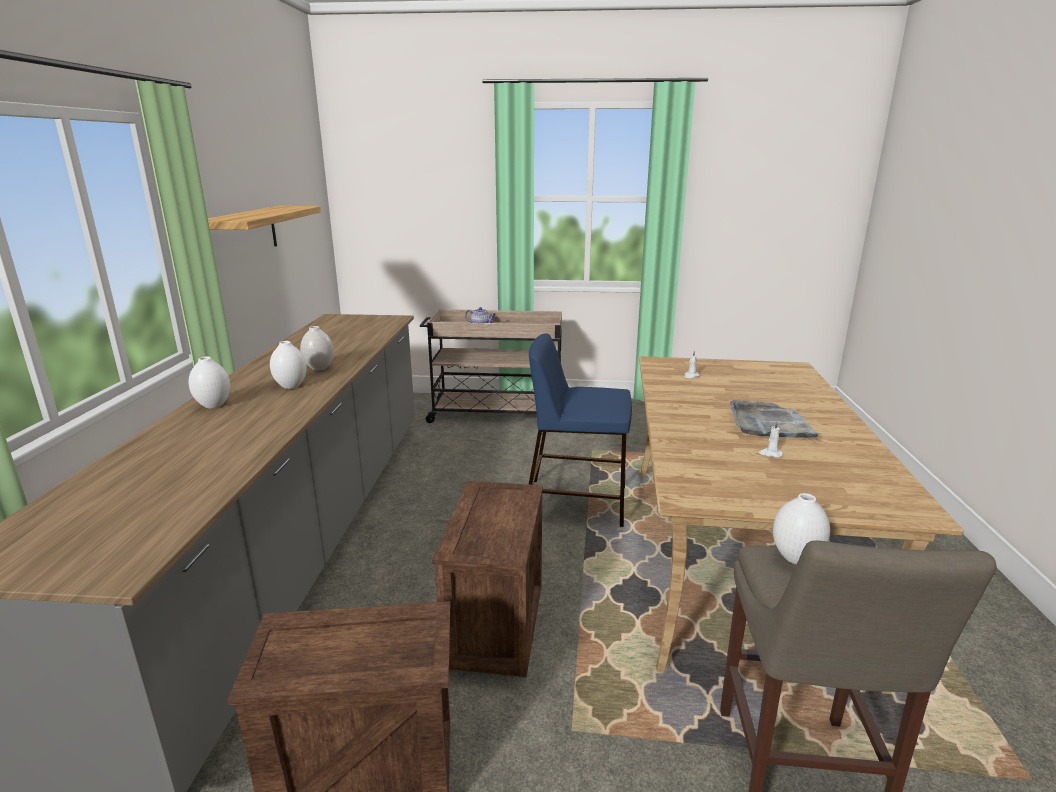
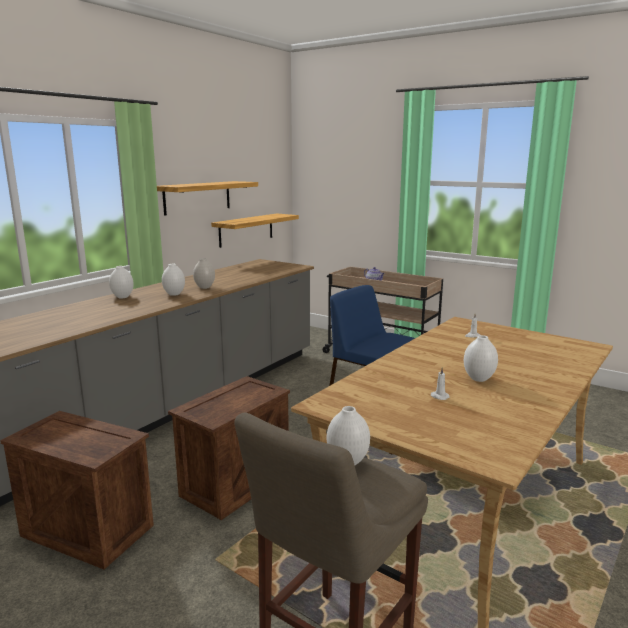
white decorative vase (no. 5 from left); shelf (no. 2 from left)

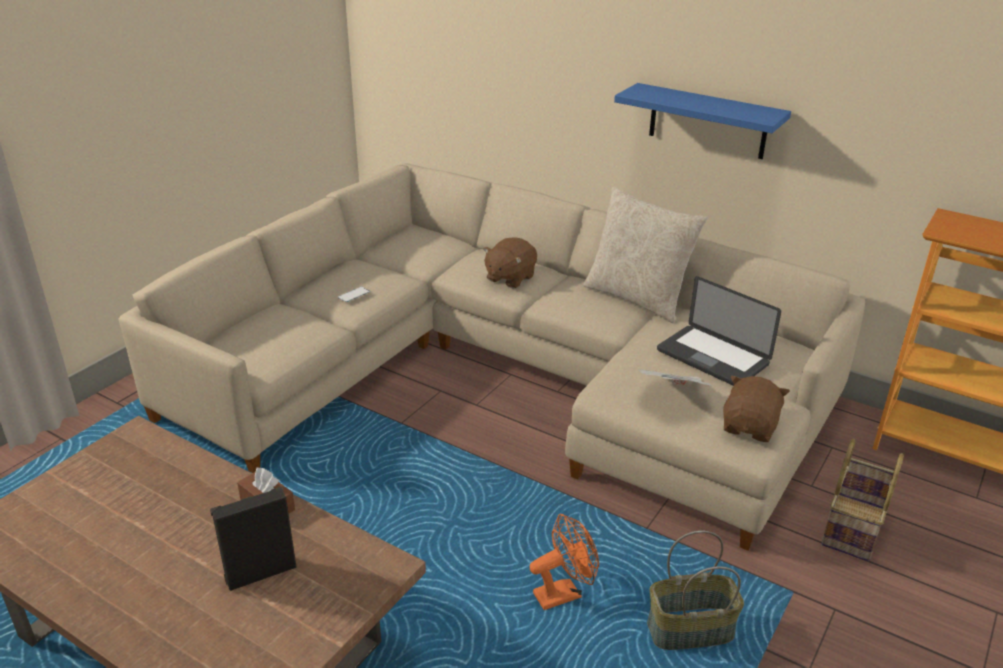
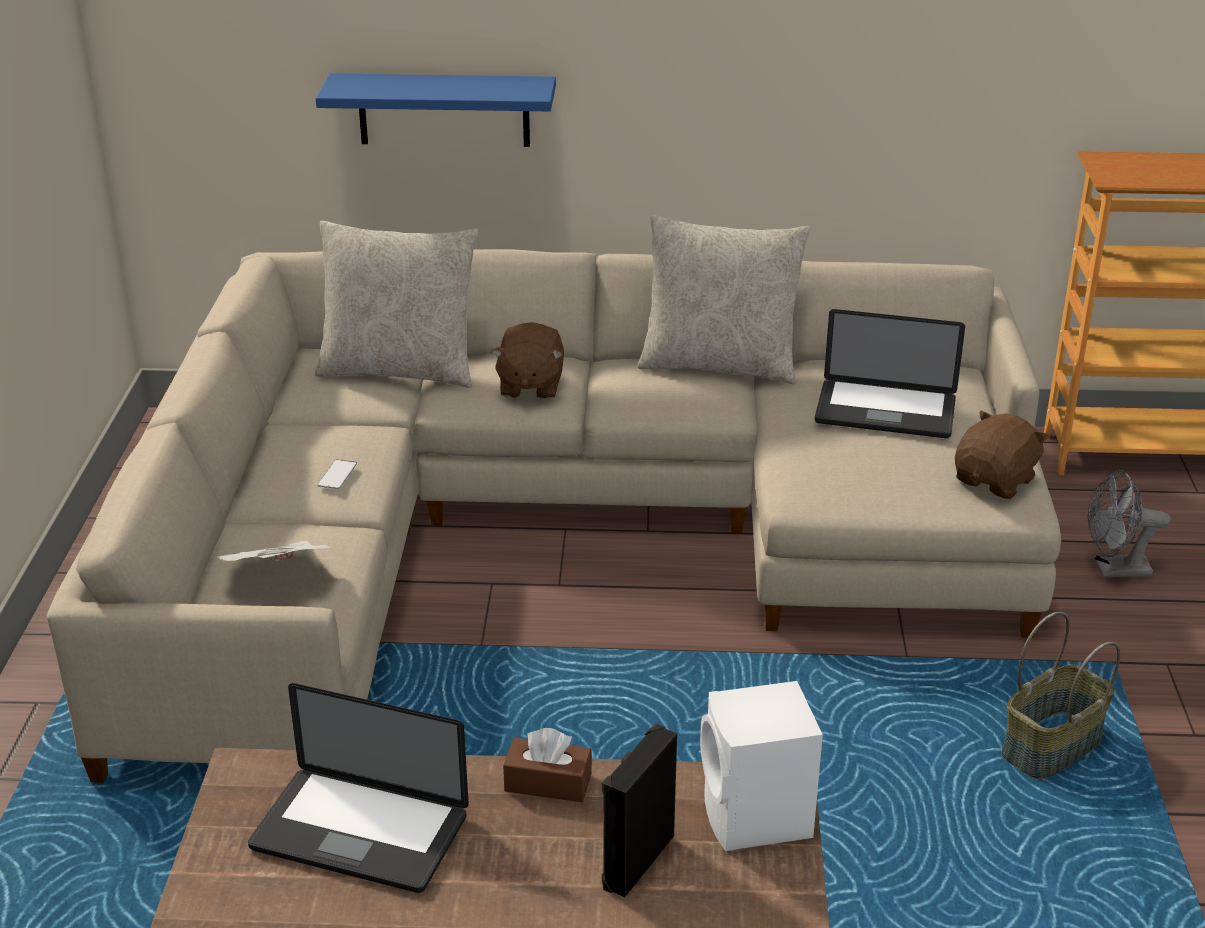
orange-coloured cooling fan; blue shelf; printed paper; brown-coloured plush toy (no. 2 from left); grey cooling fan; laptop (no. 1 from left); sand-coloured cushion (no. 1 from left); white audio speaker

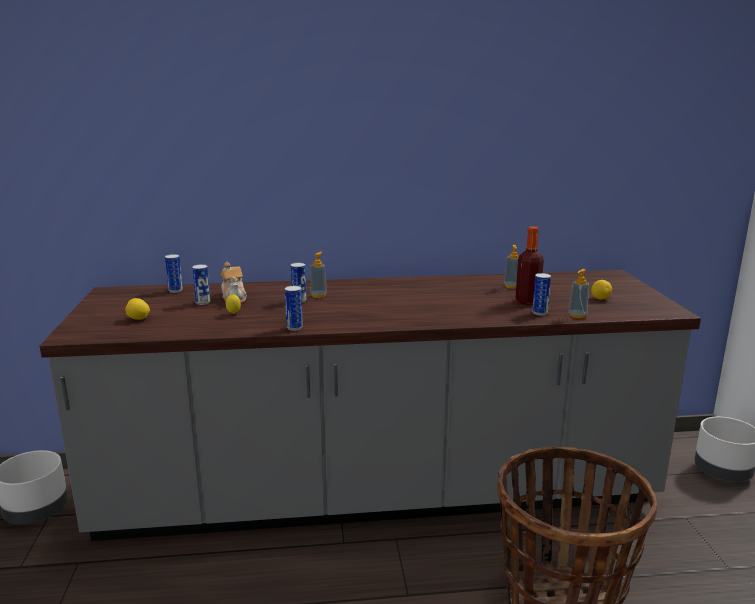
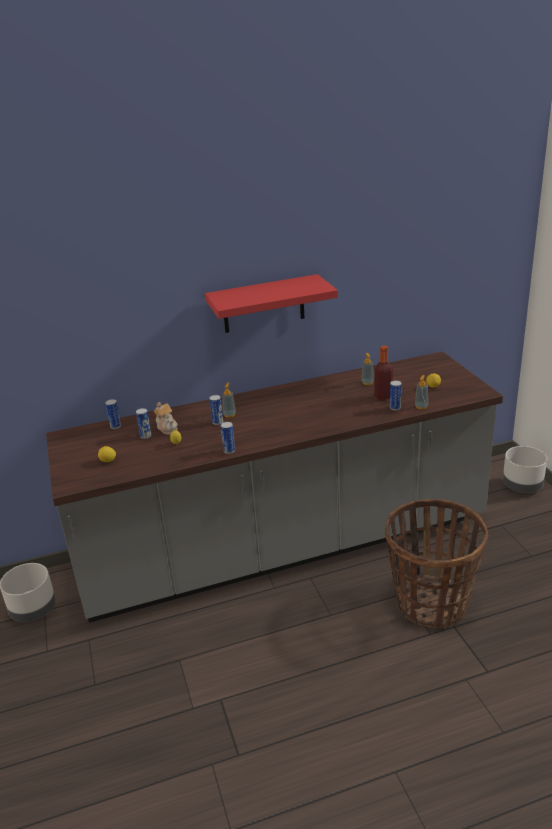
red-coloured shelf

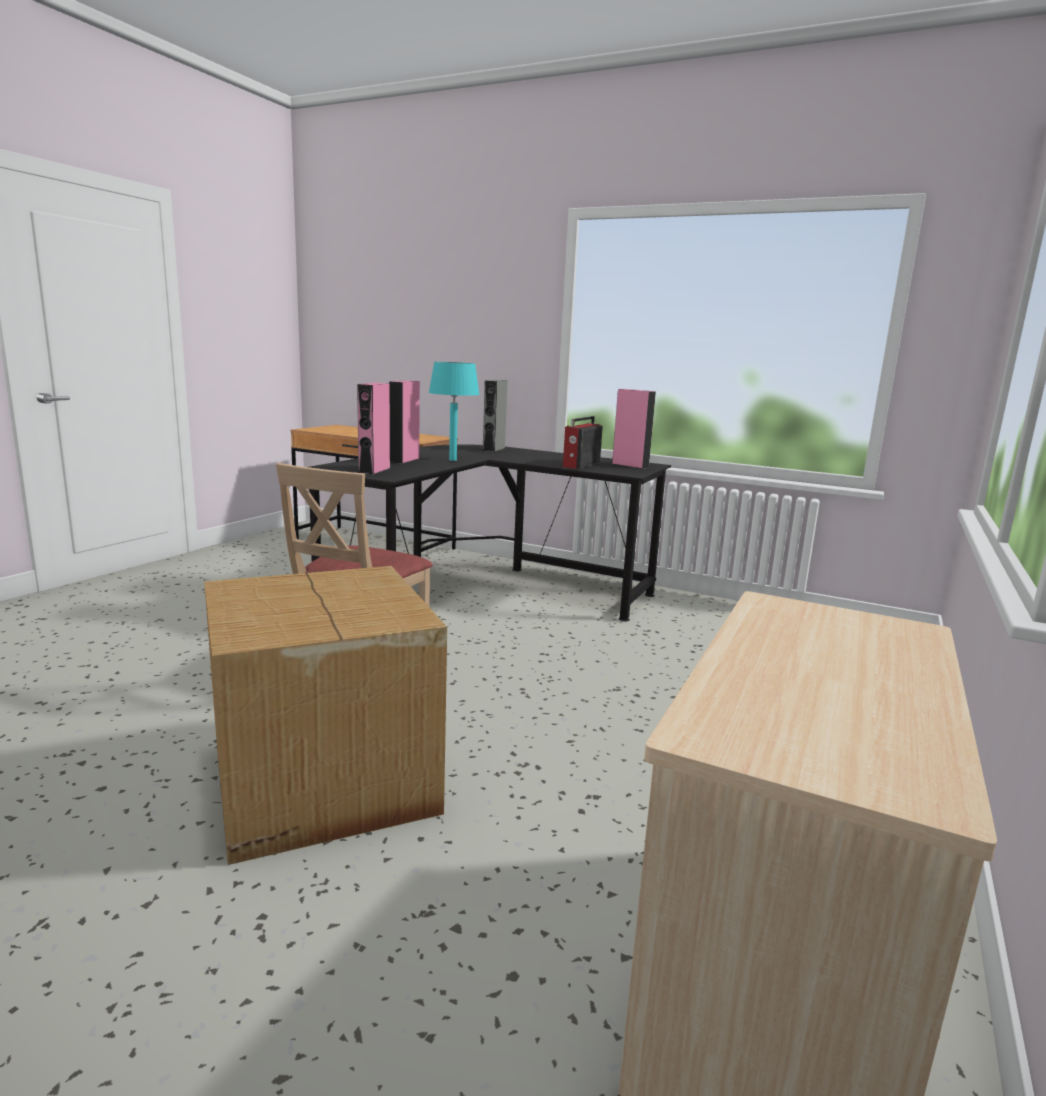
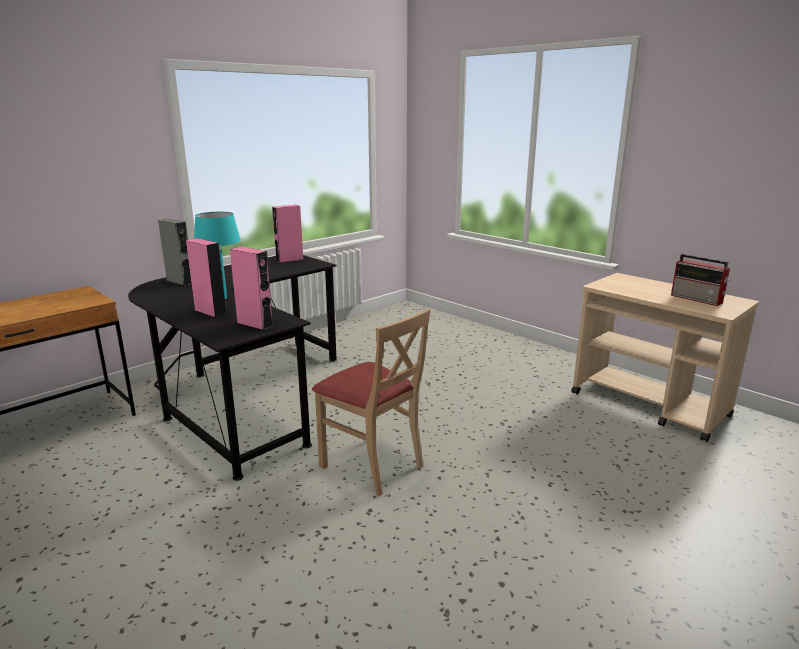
cardboard box; radio receiver

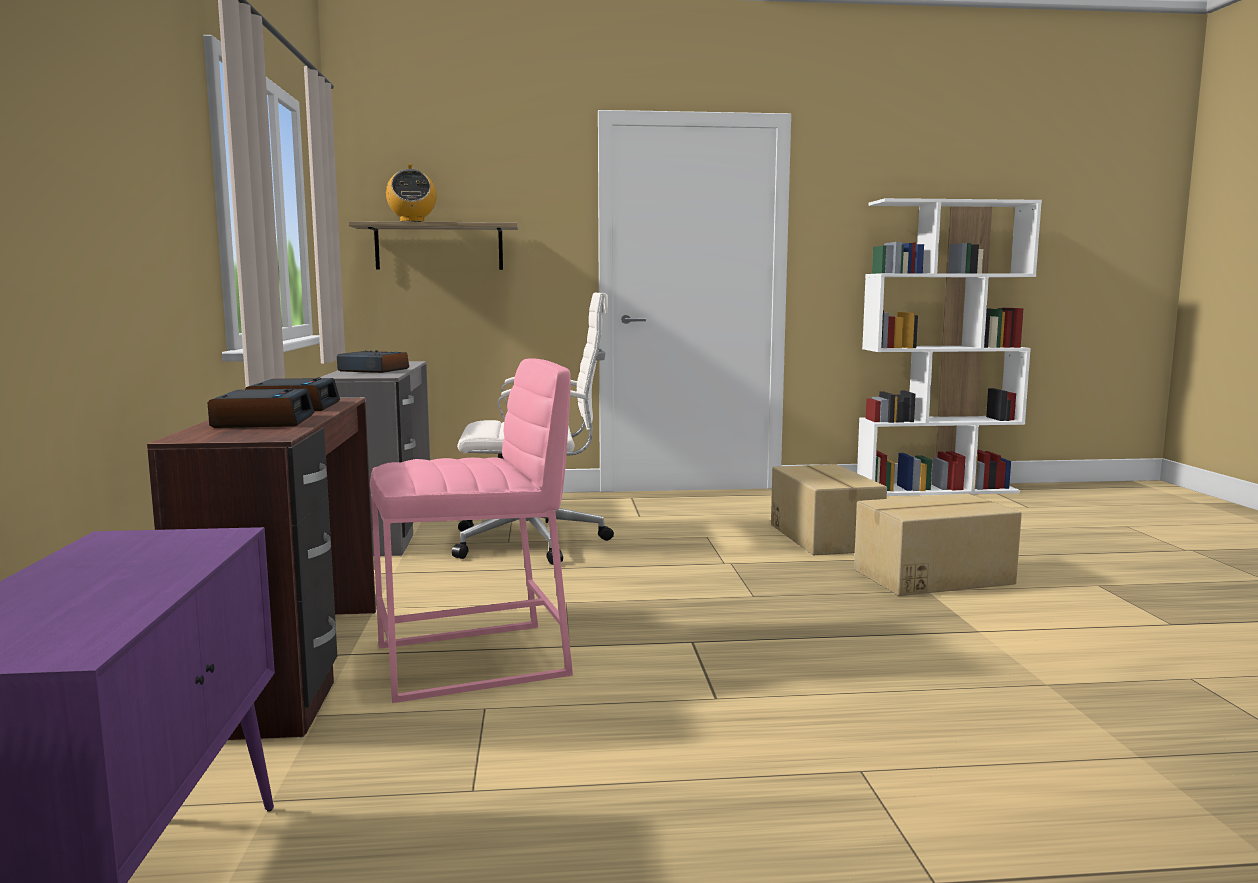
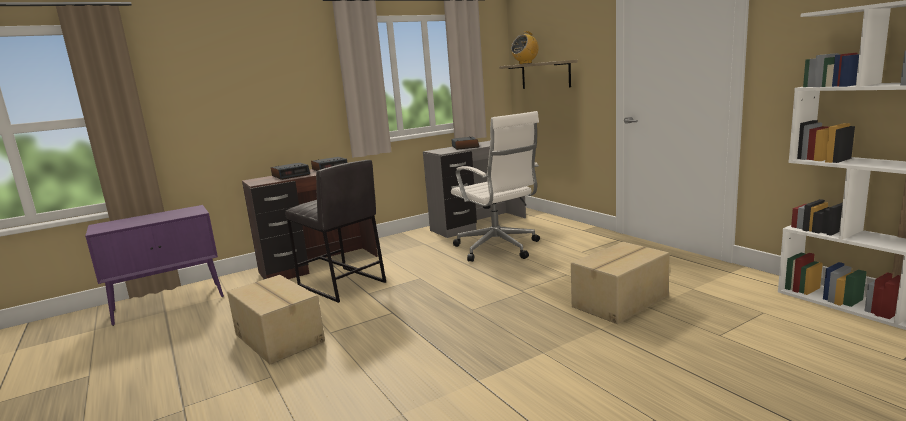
grey sitting stool; cardboard box (no. 1 from left)

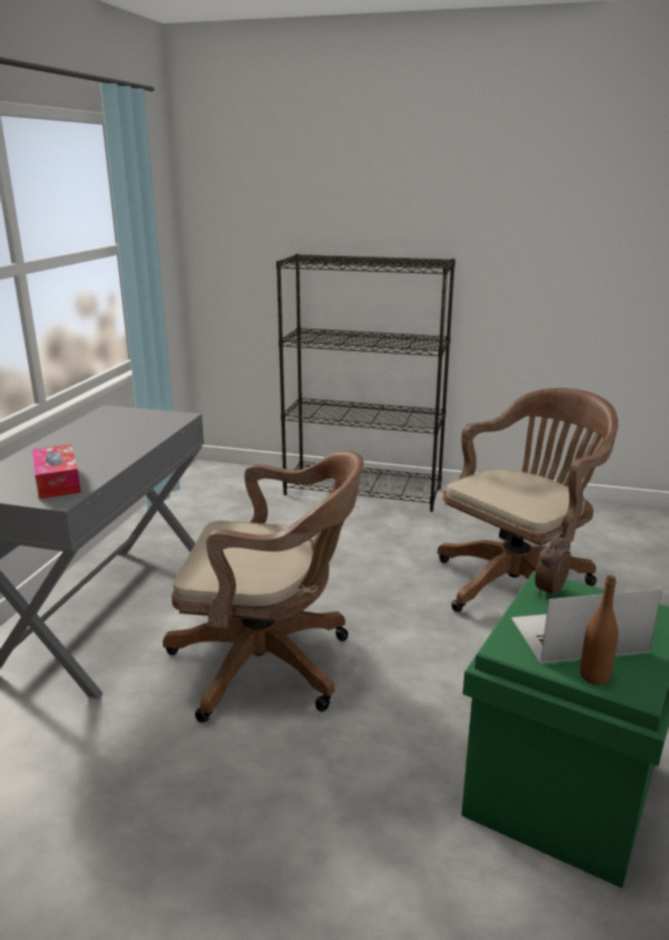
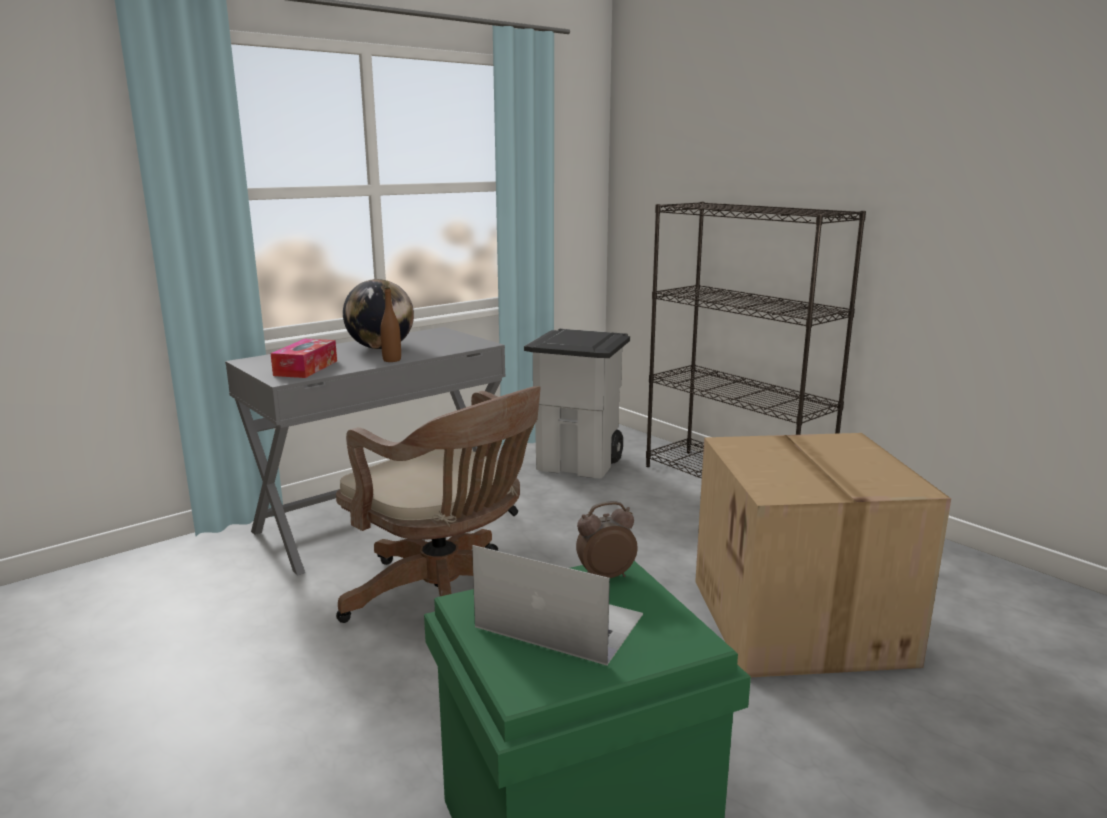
cardboard box; brown-coloured beverage bottle; desk globe; grey waste bin

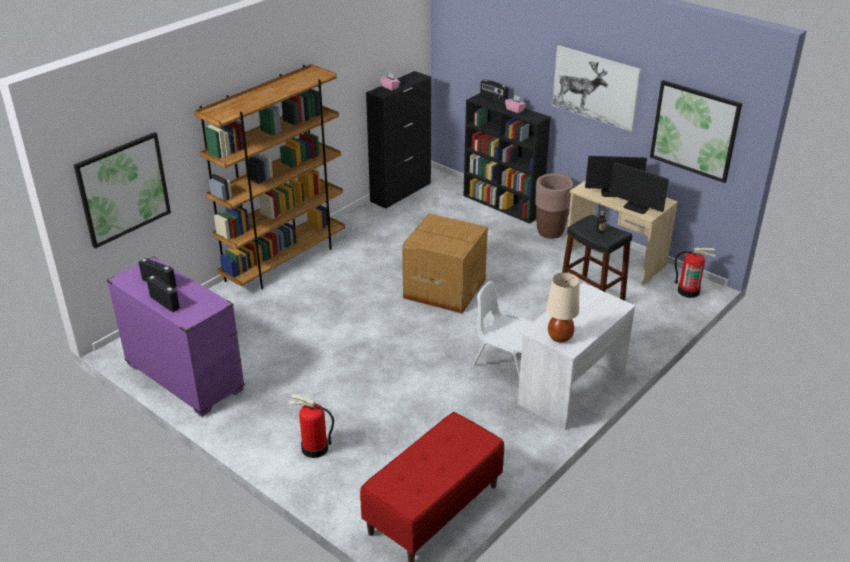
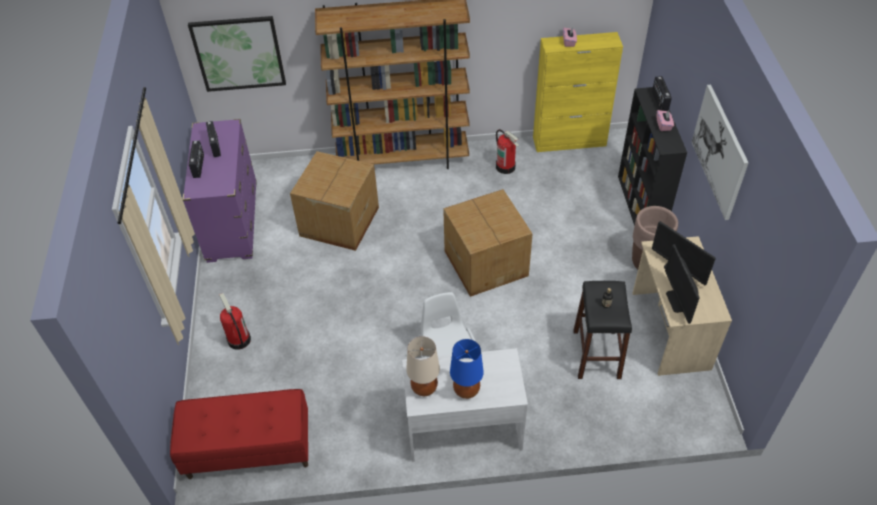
yellow-coloured cupboard; wall art (no. 3 from left in the first image); fire-fighting cylinder (no. 2 from left); cardboard box (no. 1 from left); blue lamp for a table

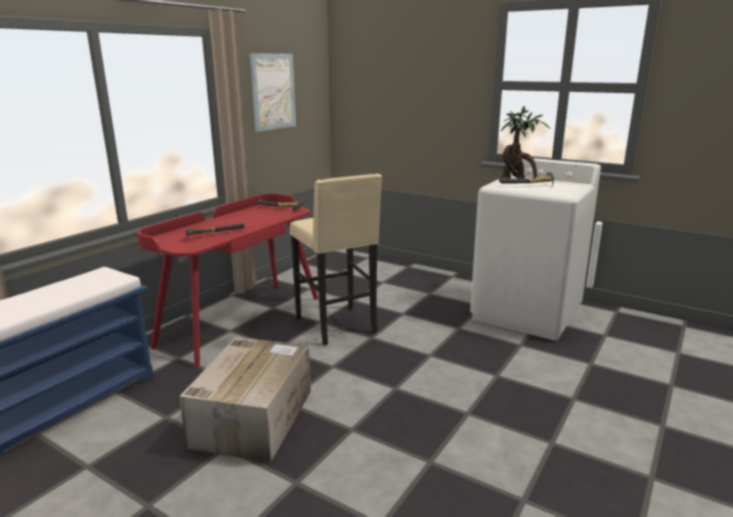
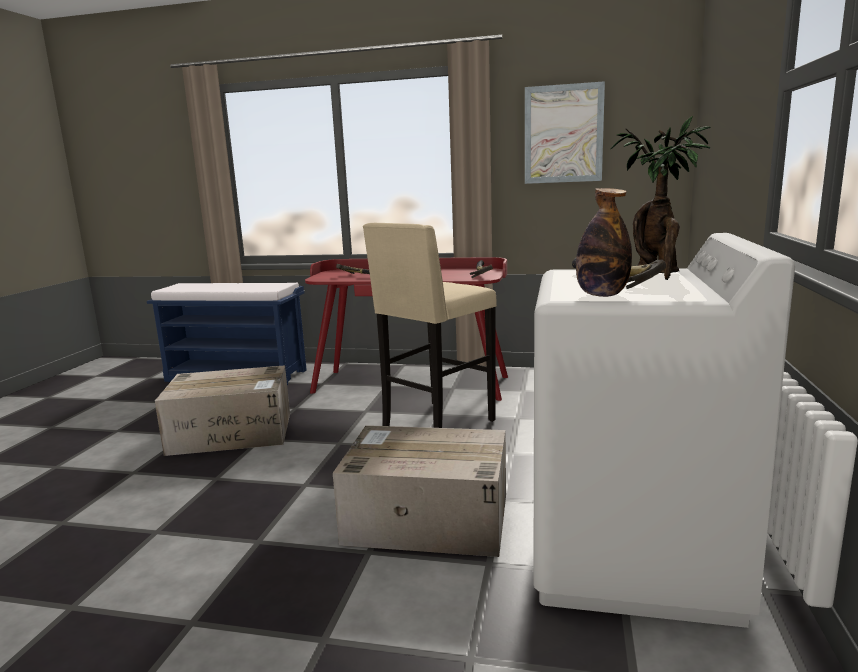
cardboard box (no. 2 from left); beverage bottle

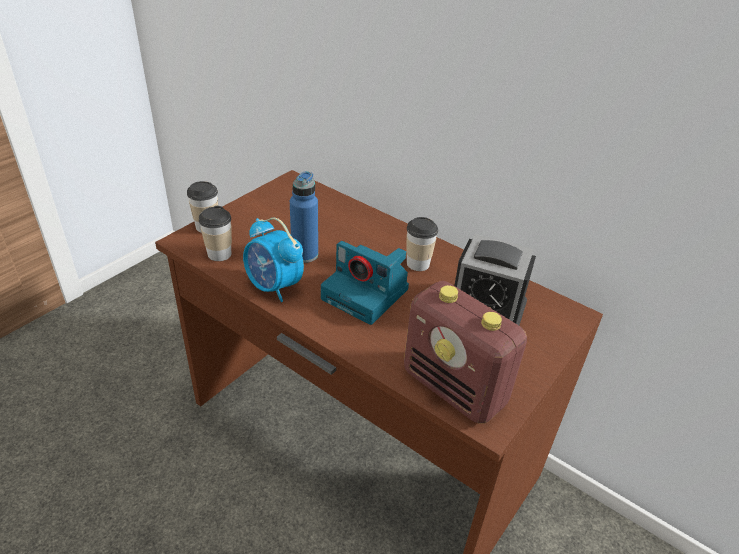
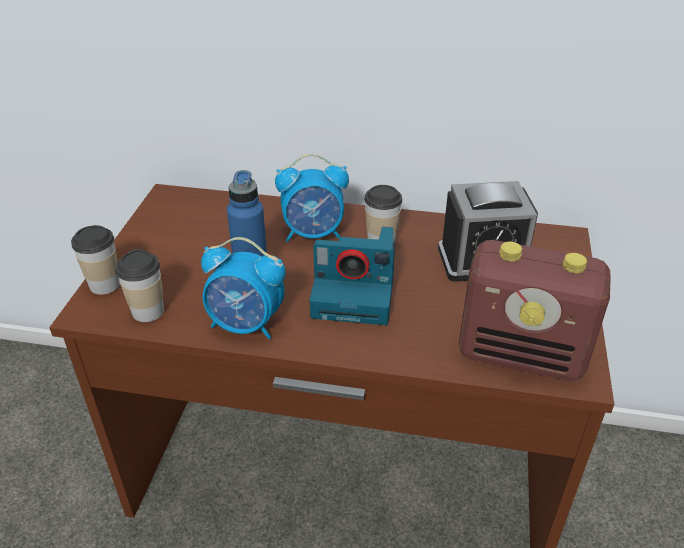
alarm clock (no. 2 from left)

